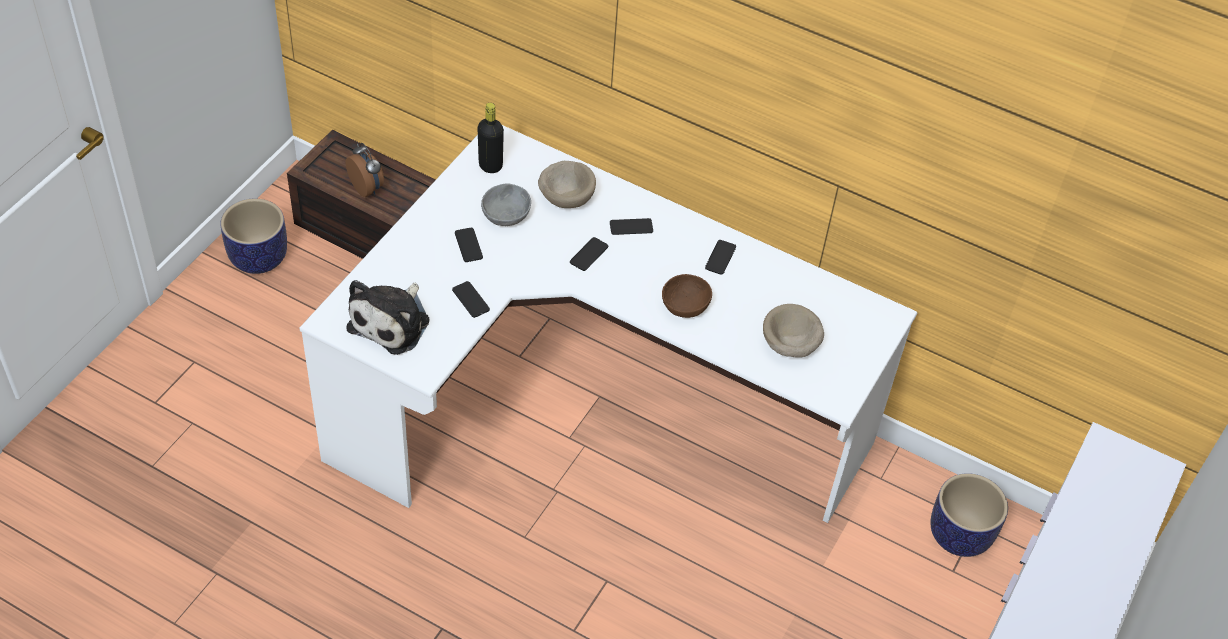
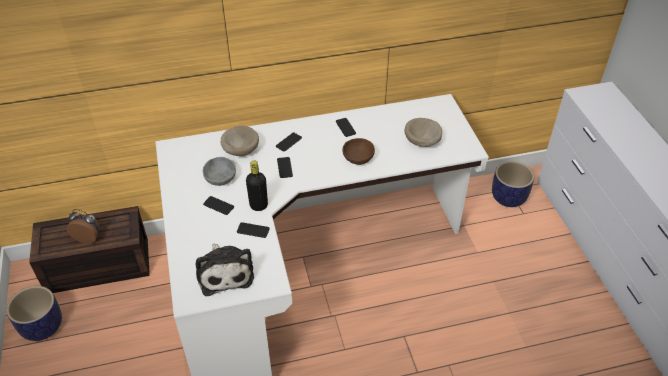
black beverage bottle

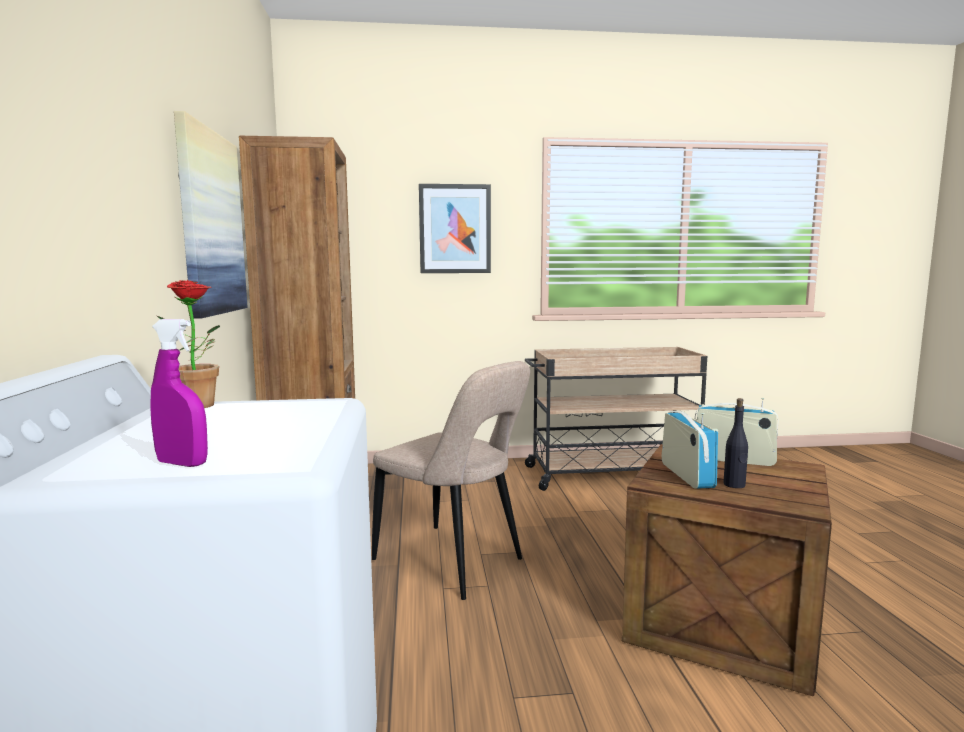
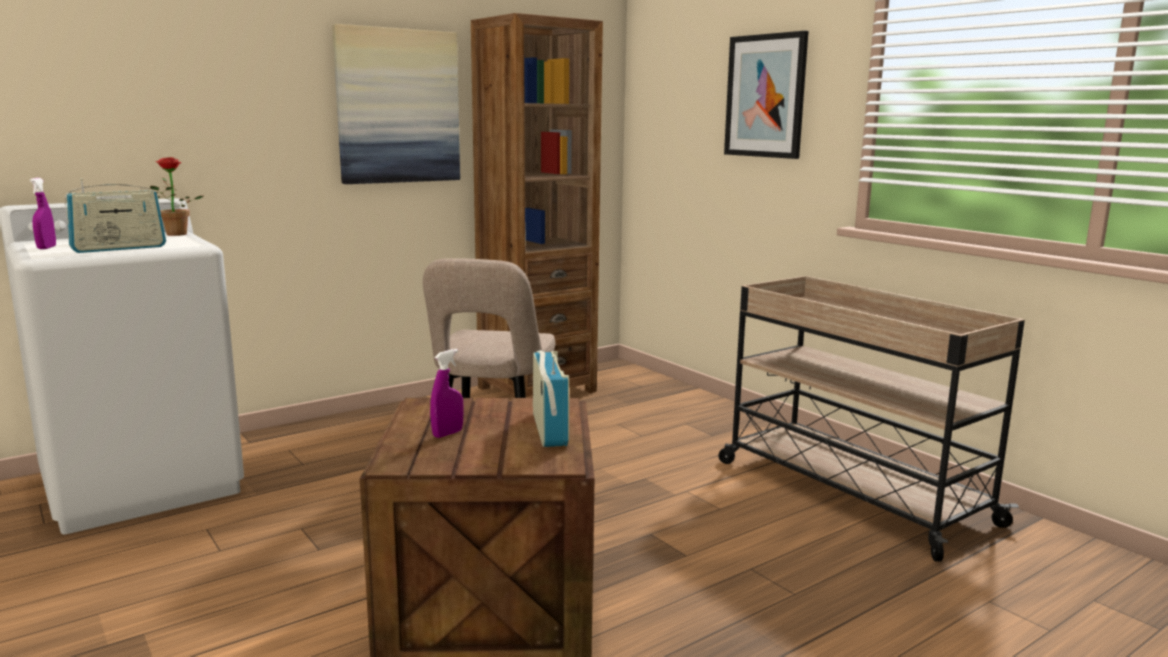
radio receiver (no. 1 from left); purple spray bottle (no. 2 from left)

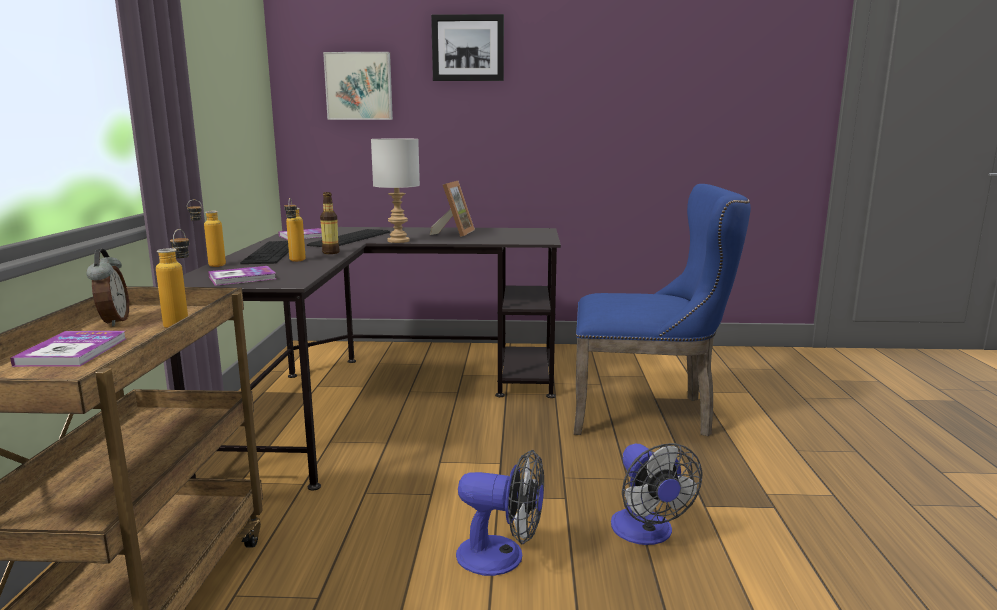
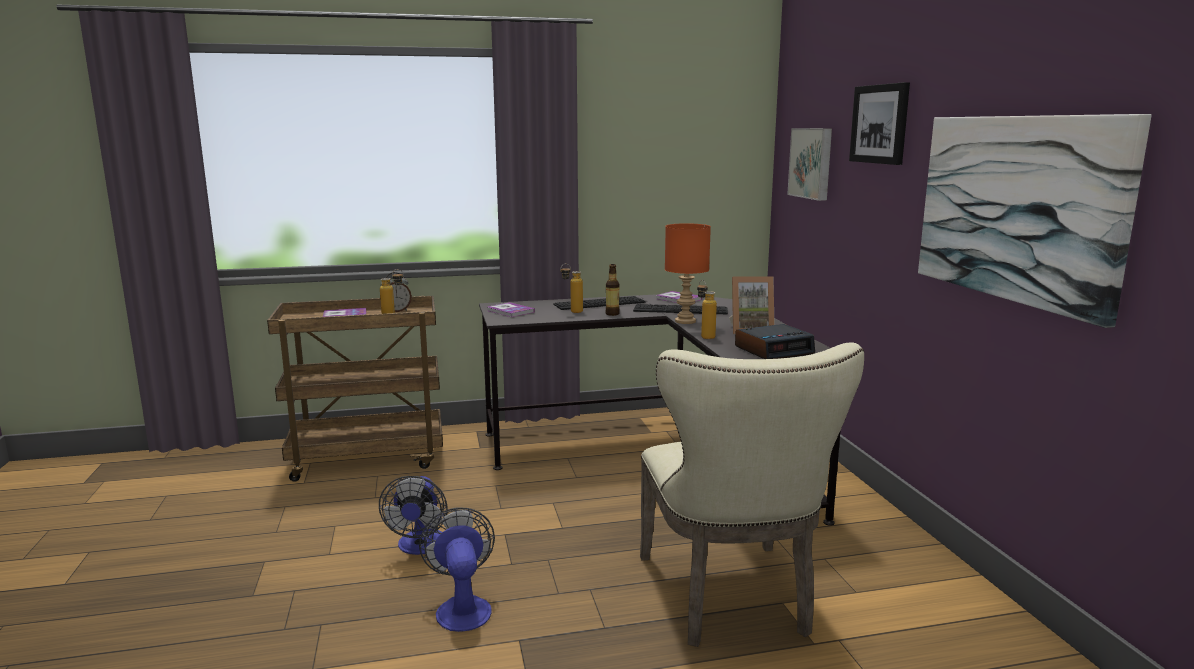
beverage bottle (no. 4 from left); orange-coloured lamp for a table; sand-coloured plain chair; cooling fan (no. 2 from left); alarm clock (no. 2 from left); wall art (no. 3 from left)

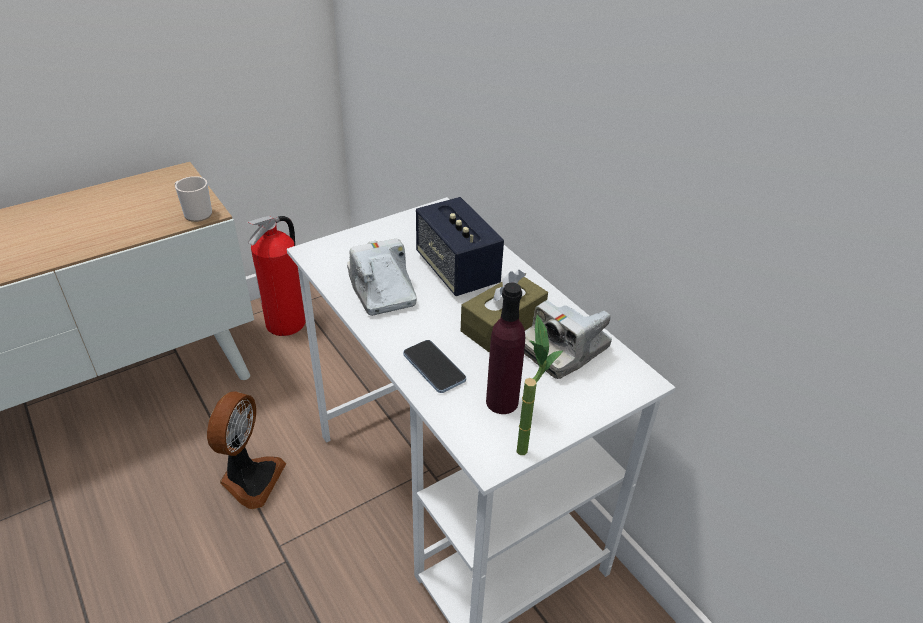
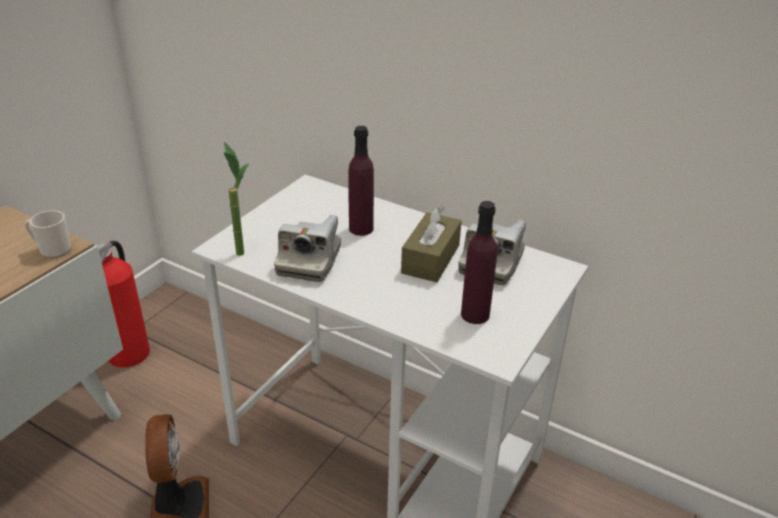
still camera (no. 1 from left); phone; purple beverage bottle (no. 1 from left); plant in a pot

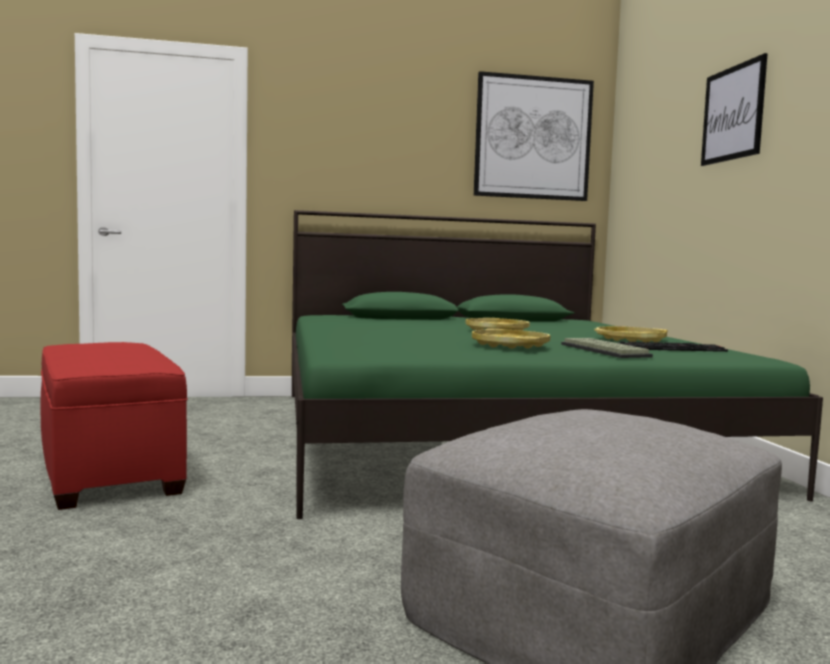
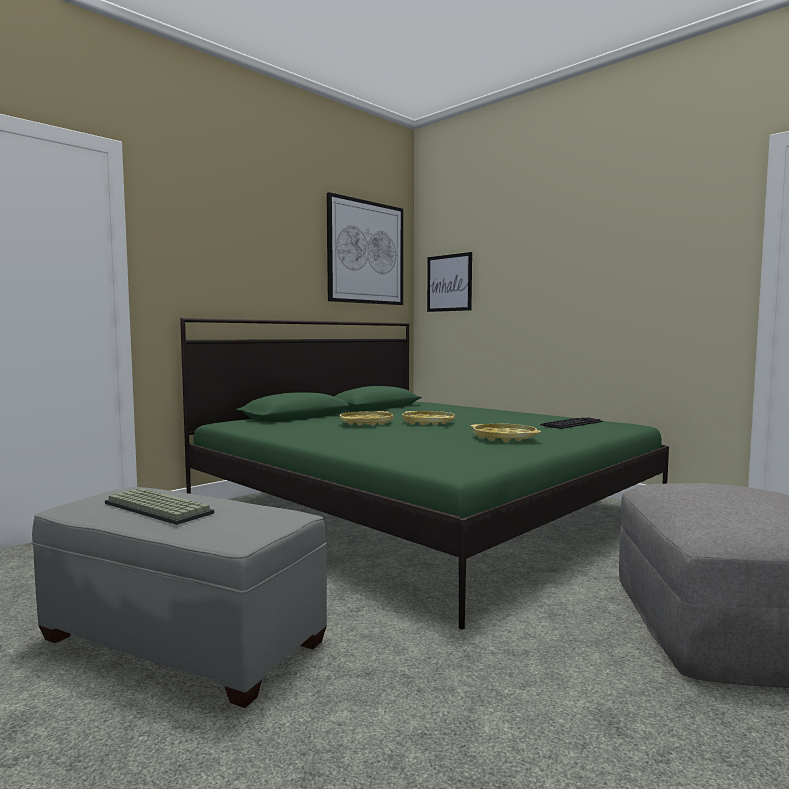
grey ottoman (no. 1 from left); PC keyboard (no. 1 from left); yellow-coloured serving tray (no. 1 from left); wall art (no. 2 from left)

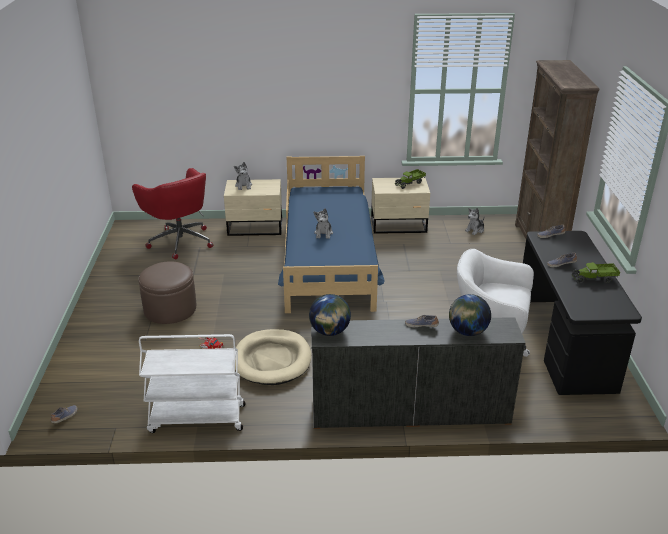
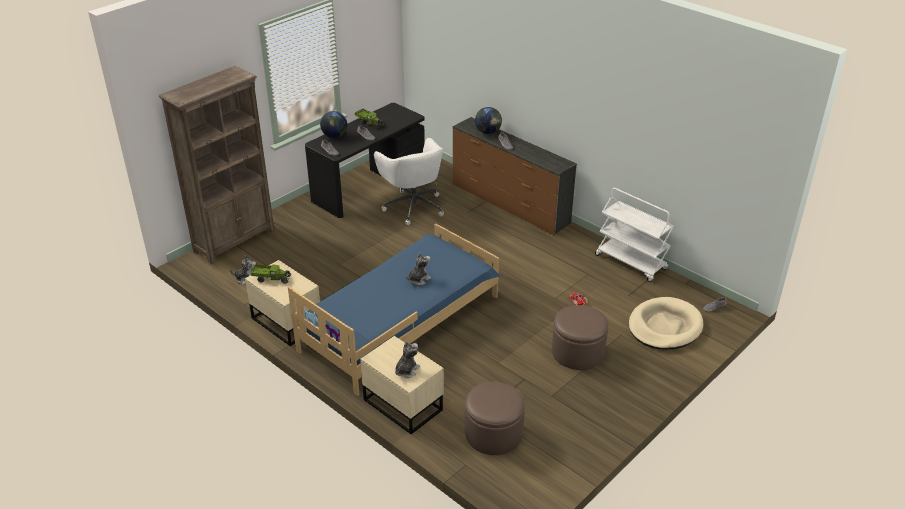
brown-coloured ottoman (no. 1 from left); sand-coloured dog cushion; desk globe (no. 1 from left)

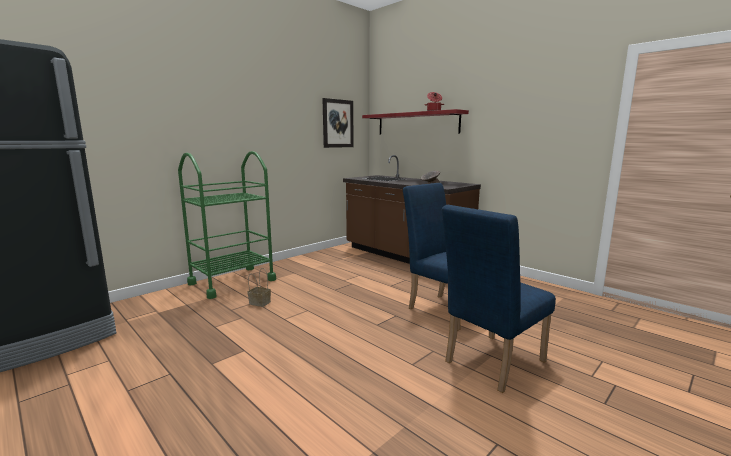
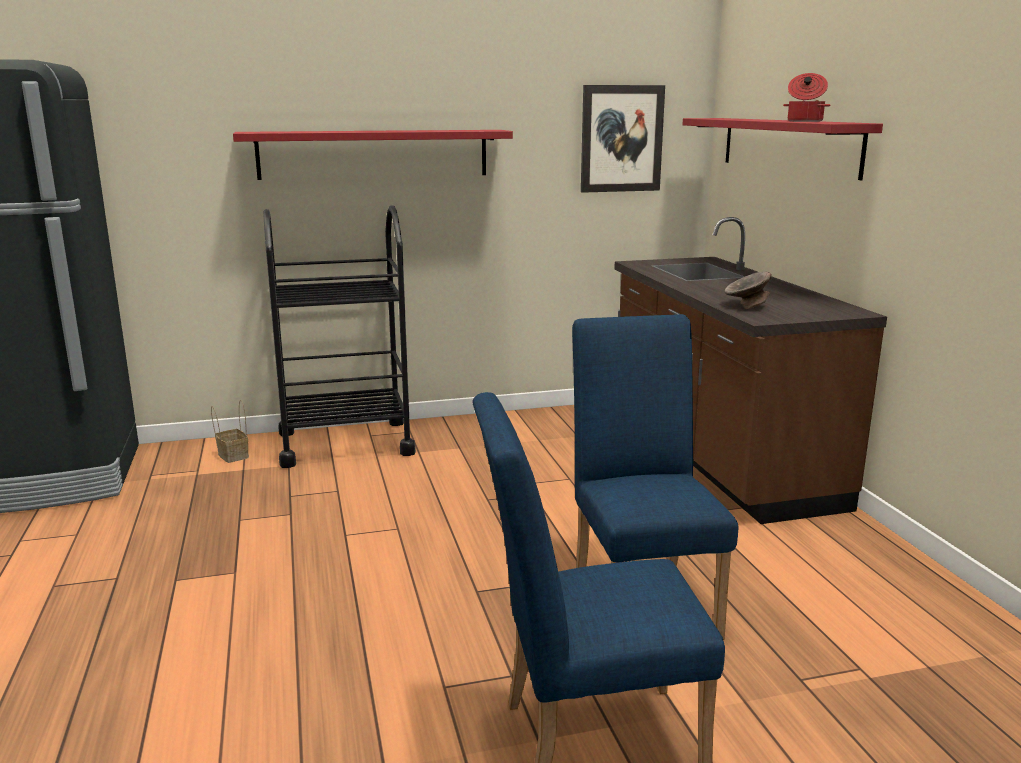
black trolley; storage basket; red-coloured shelf (no. 1 from left)

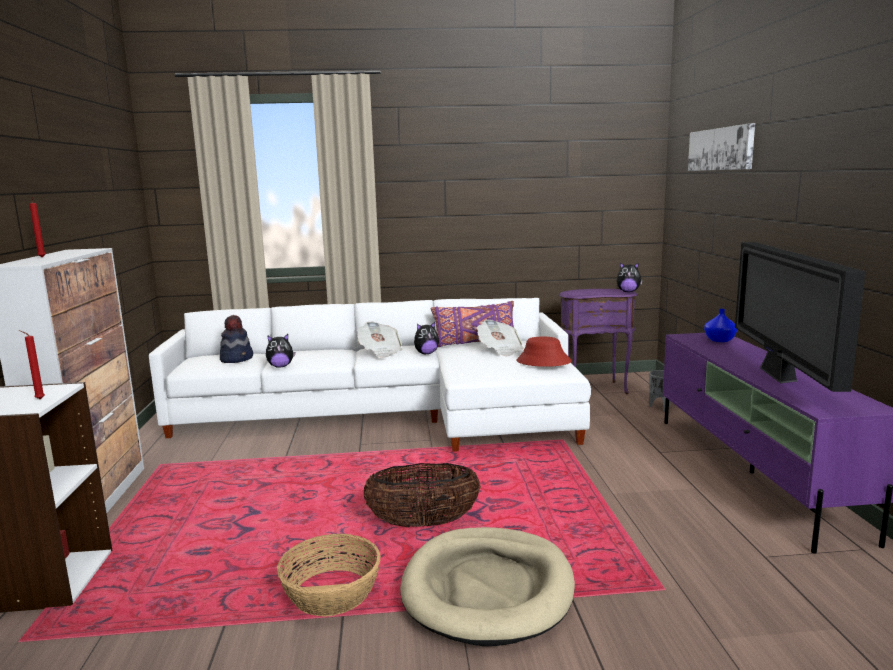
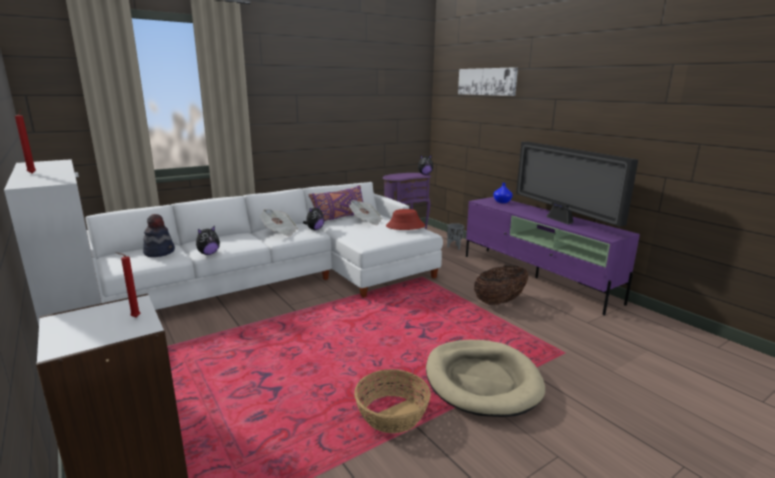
storage basket (no. 2 from left)

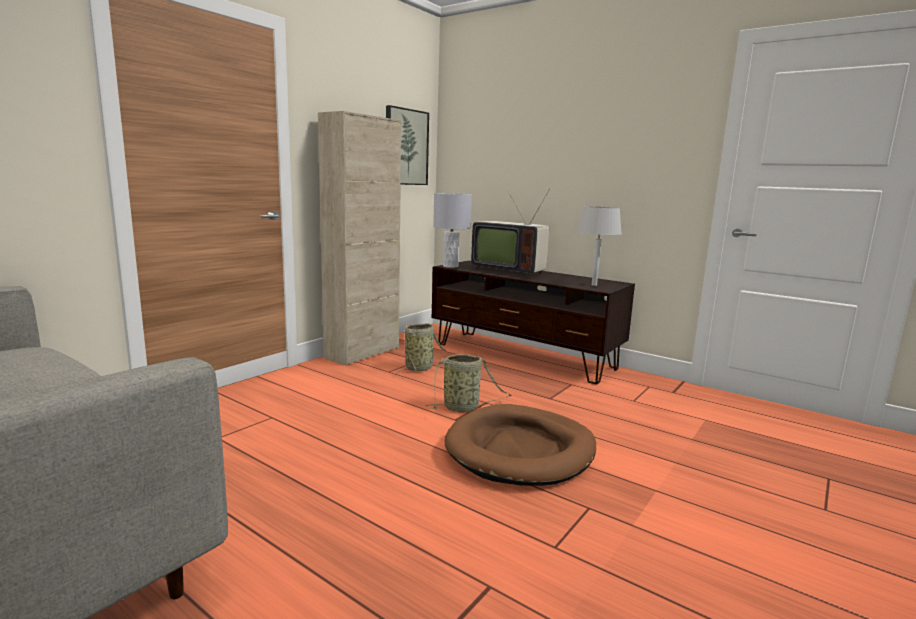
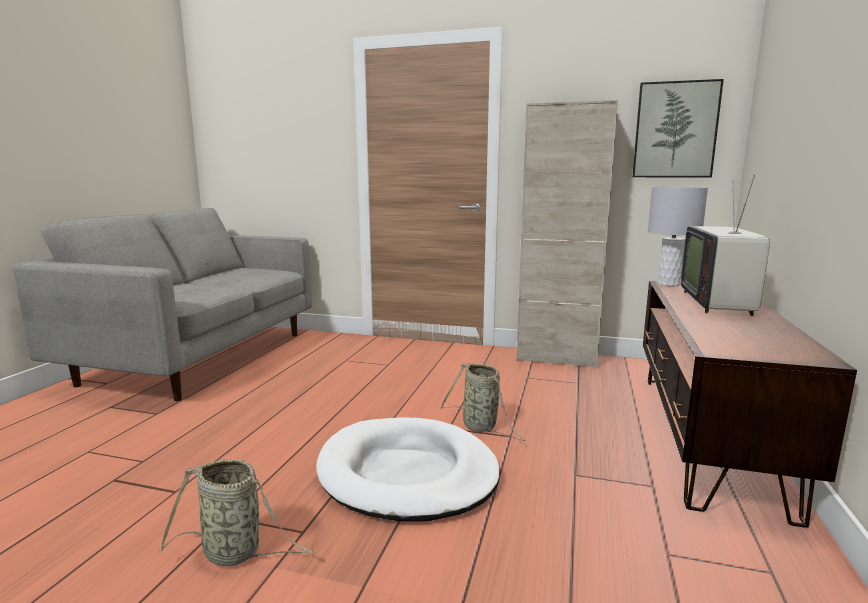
storage basket (no. 1 from left); white dog cushion; grey lamp for a table (no. 2 from left in the first image)

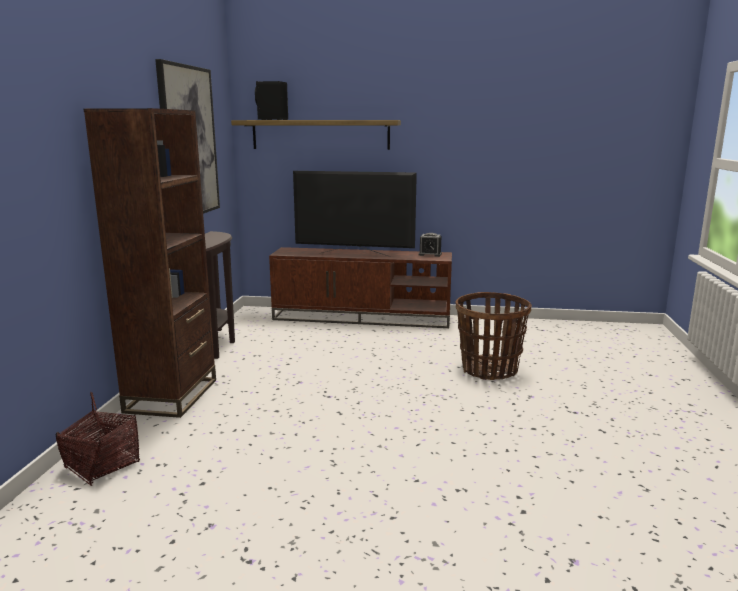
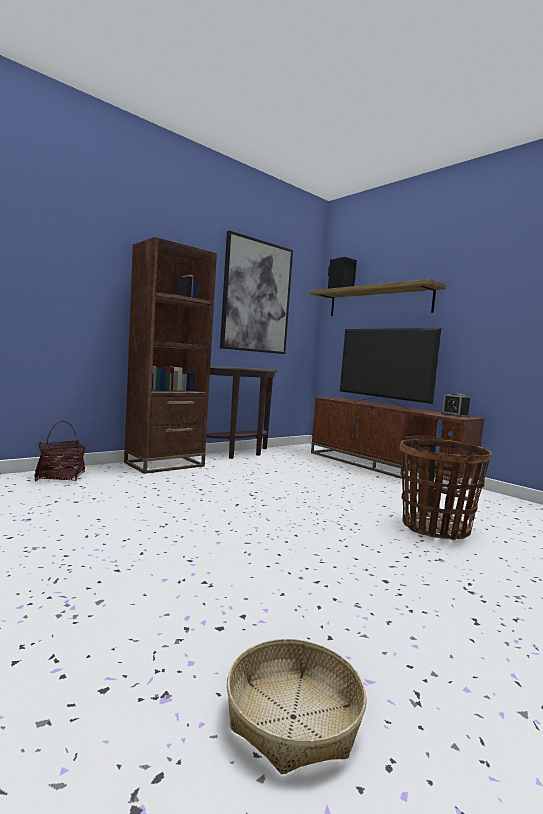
storage basket (no. 2 from left)

